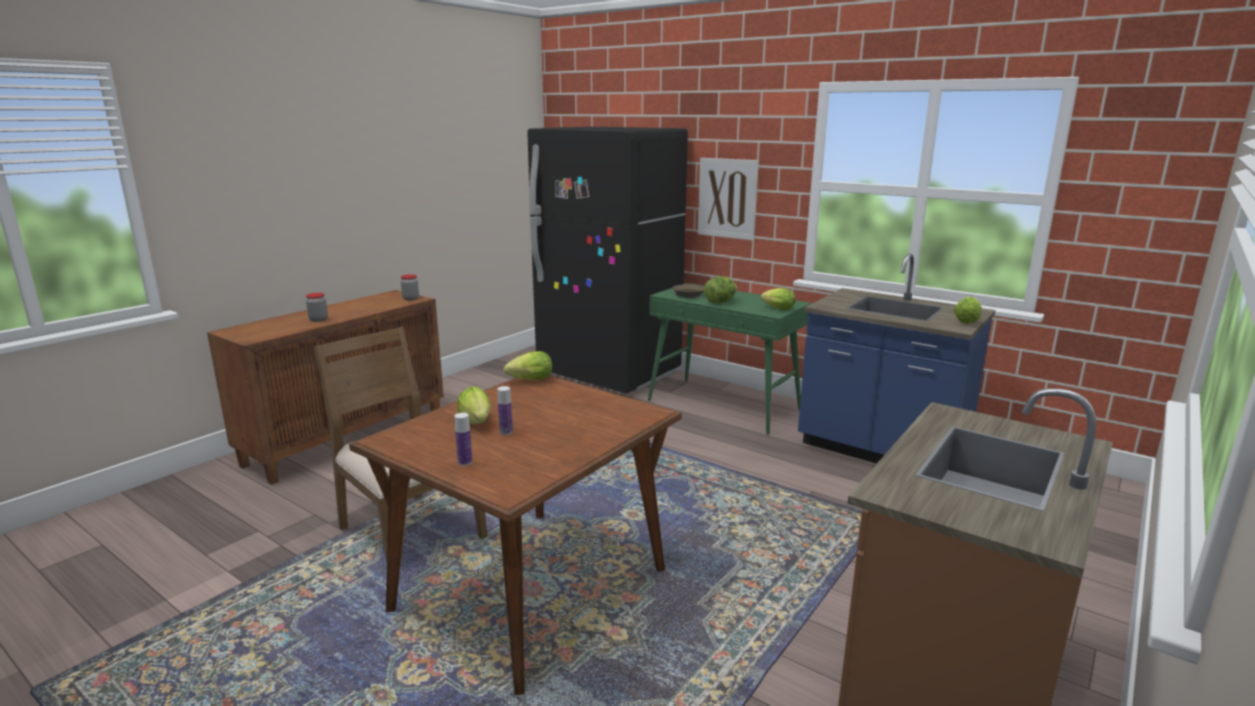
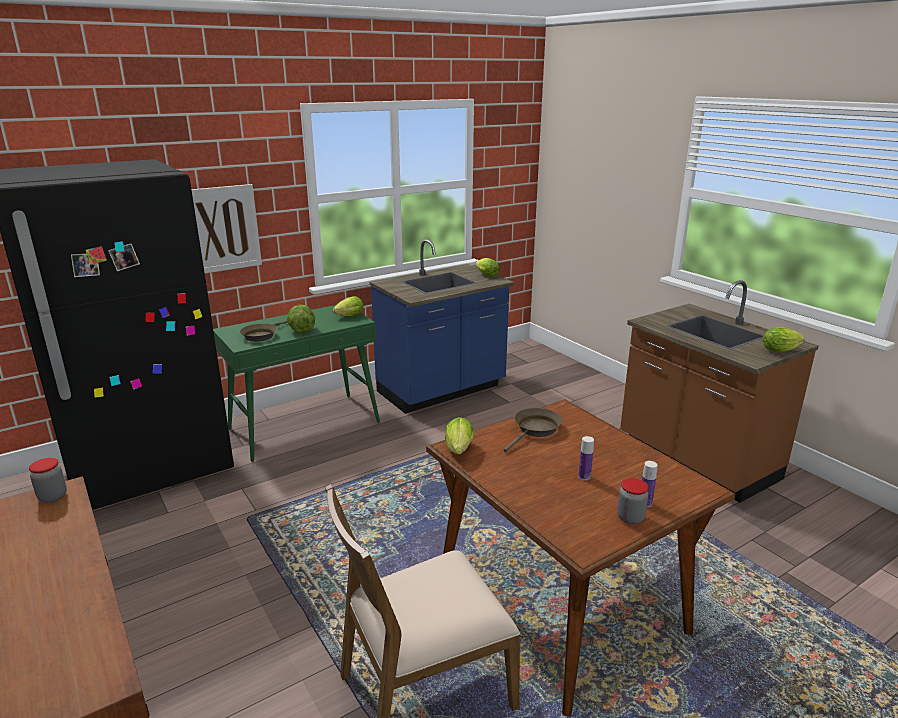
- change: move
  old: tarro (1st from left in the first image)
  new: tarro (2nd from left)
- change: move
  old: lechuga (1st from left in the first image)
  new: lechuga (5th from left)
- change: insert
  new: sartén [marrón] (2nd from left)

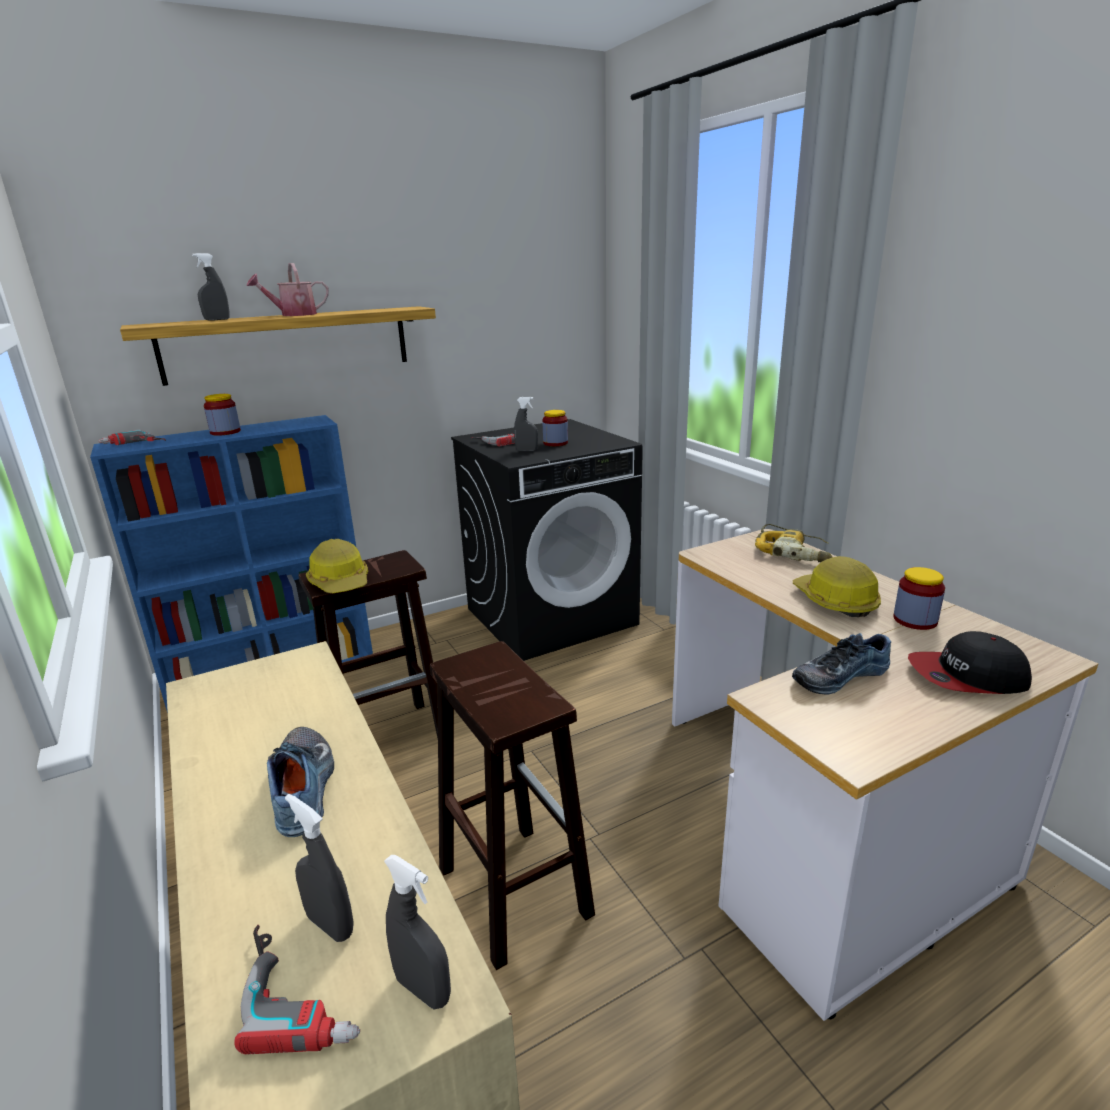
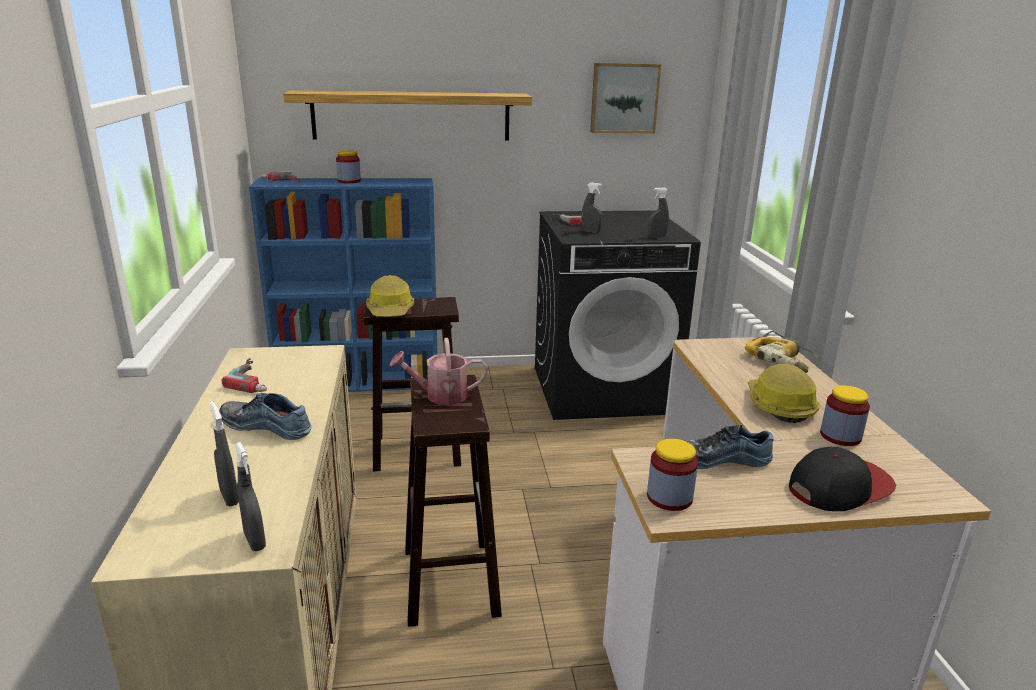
- change: move
  old: pulverizador [gris] (1st from left in the first image)
  new: pulverizador [gris] (4th from left)
- change: move
  old: regadera
- change: move
  old: tarro (2nd from left)
- change: rotate
  old: gorra
  degrees: 135
- change: rotate
  old: zapato (1st from left)
  degrees: -75
- change: move
  old: taladro (2nd from left in the first image)
  new: taladro (1st from left)
- change: insert
  new: cuadro

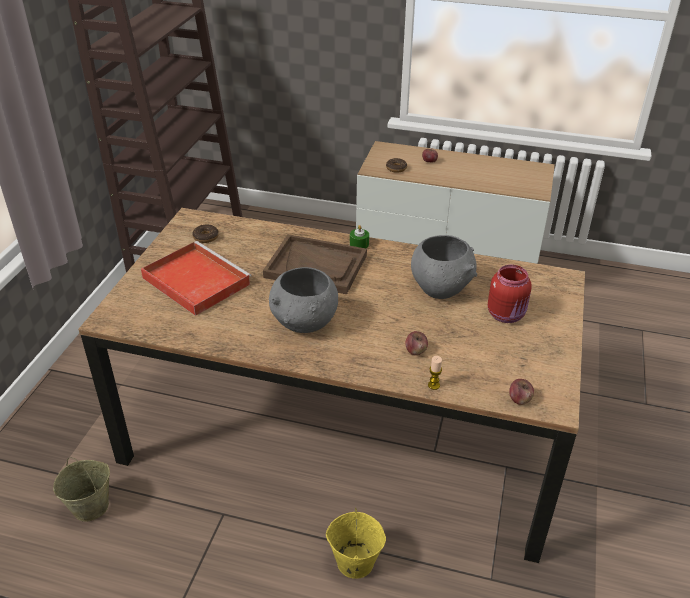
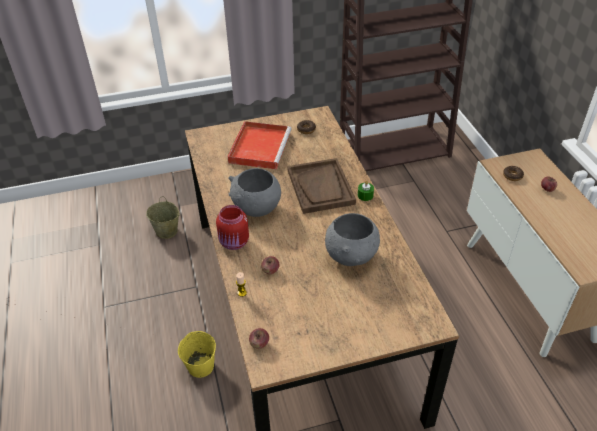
- change: move
  old: tarro [rojo]

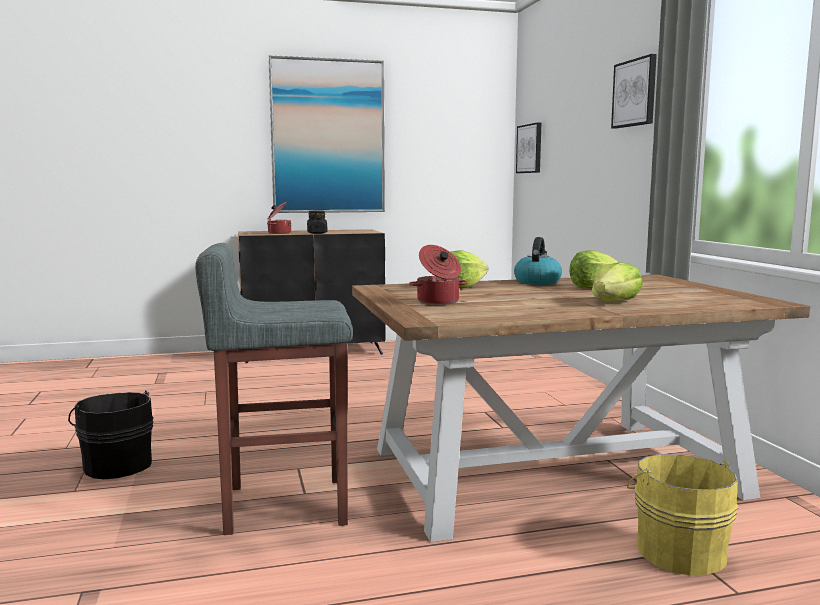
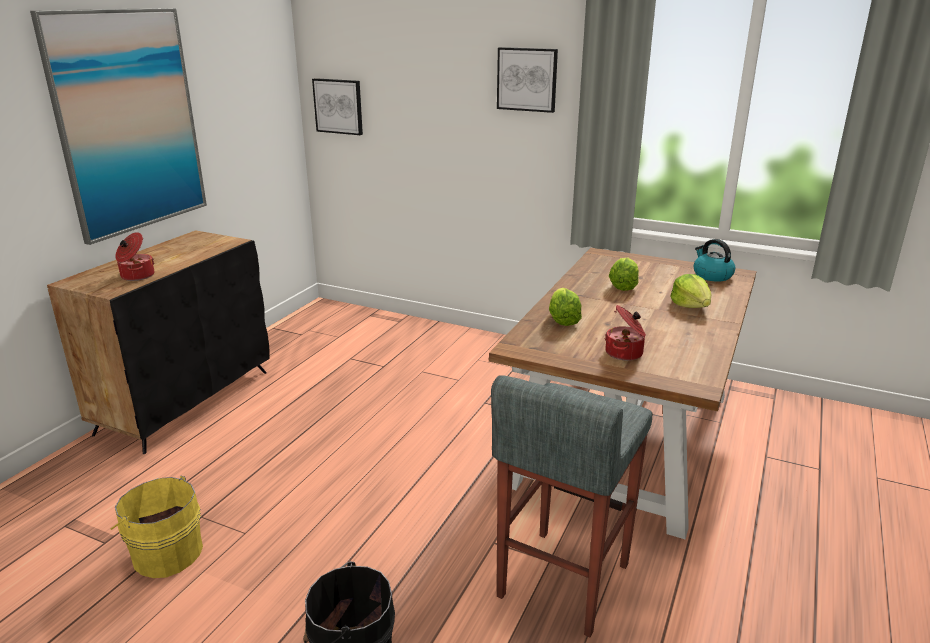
- change: delete
  old: tarro [negro]
- change: move
  old: hervidor
- change: move
  old: cubo [amarillo]

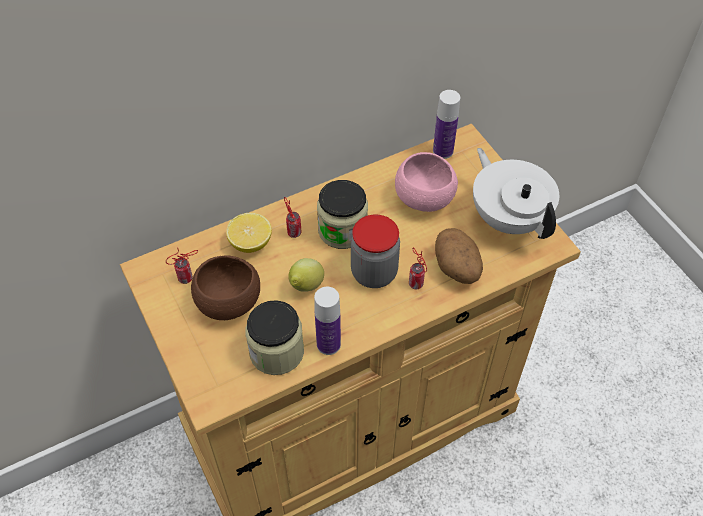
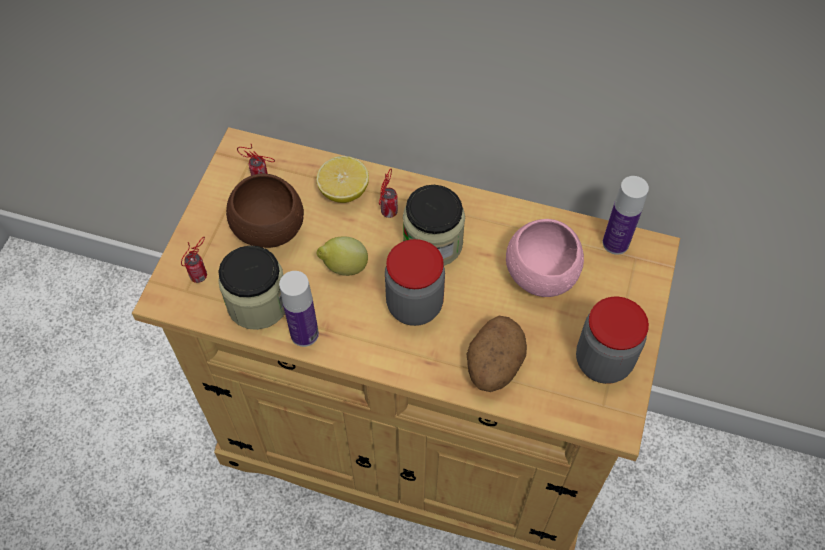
- change: replace
  old: tetera [blanco]
  new: tarro (4th from left)
- change: move
  old: lata (3rd from left in the first image)
  new: lata (1st from left)

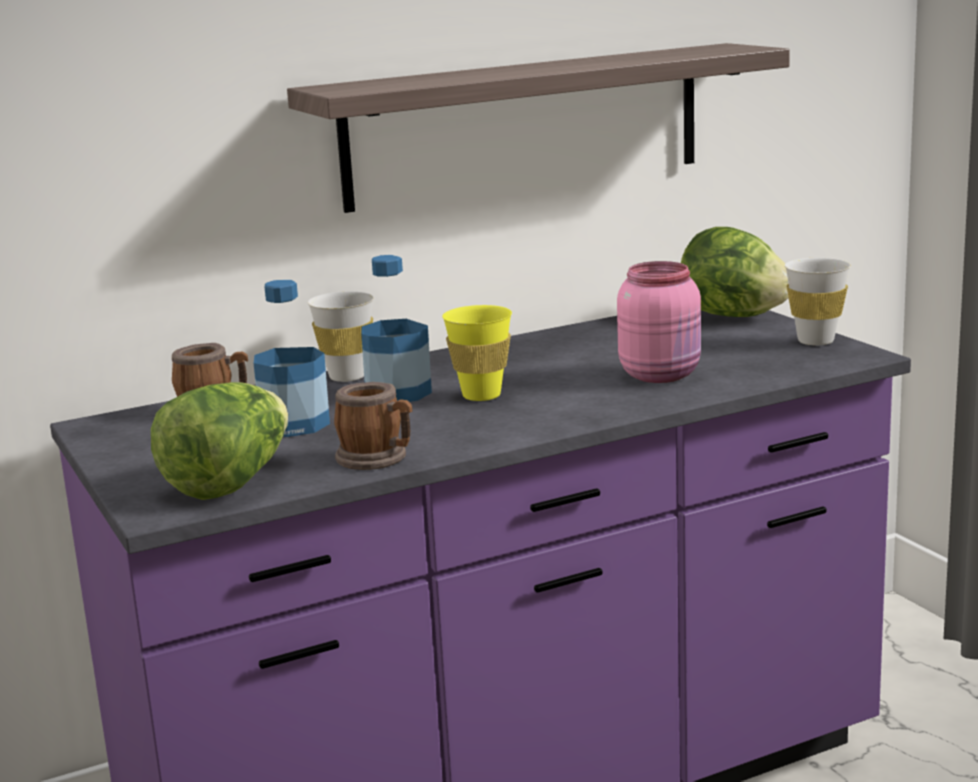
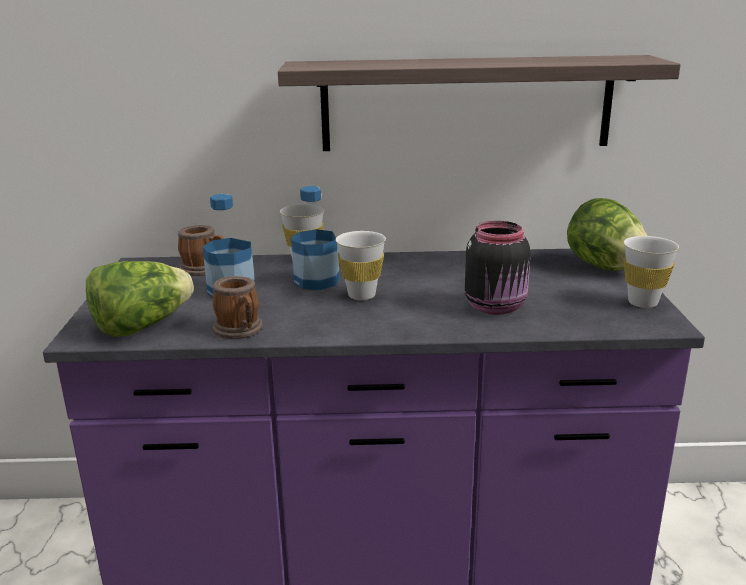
- change: recolor
  old: tarro [rosa]
  new: tarro [negro]
- change: recolor
  old: taza [amarillo]
  new: taza [blanco] (2nd from left)

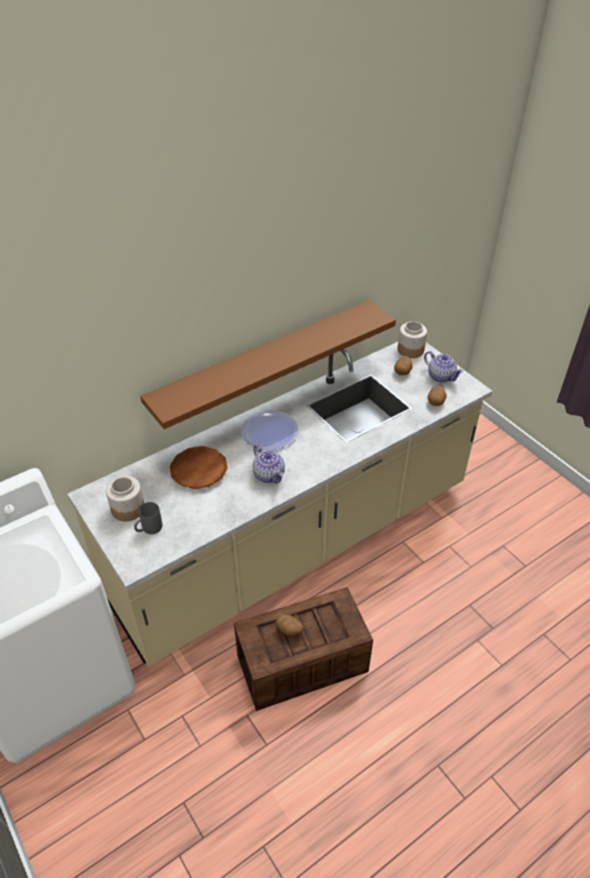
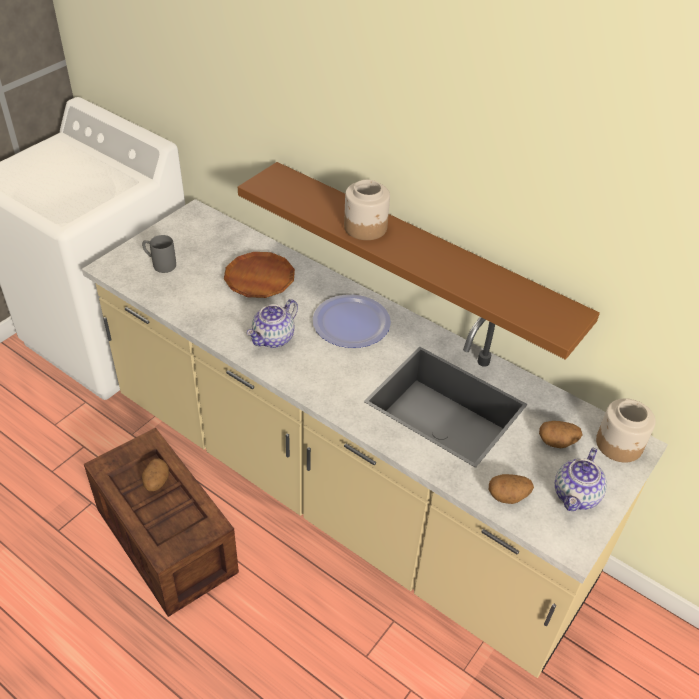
- change: move
  old: tarro (1st from left)

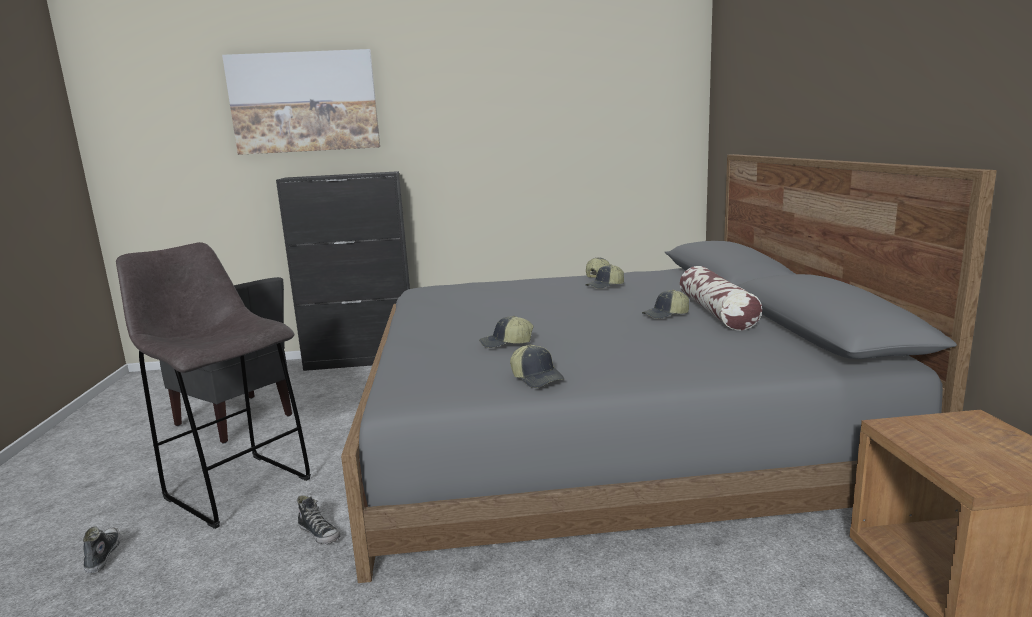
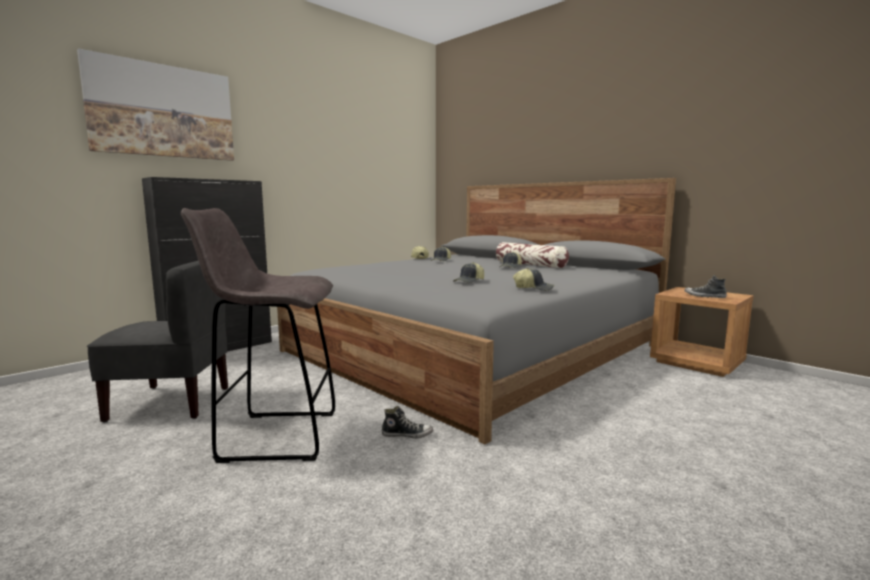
- change: move
  old: zapato (1st from left in the first image)
  new: zapato (2nd from left)

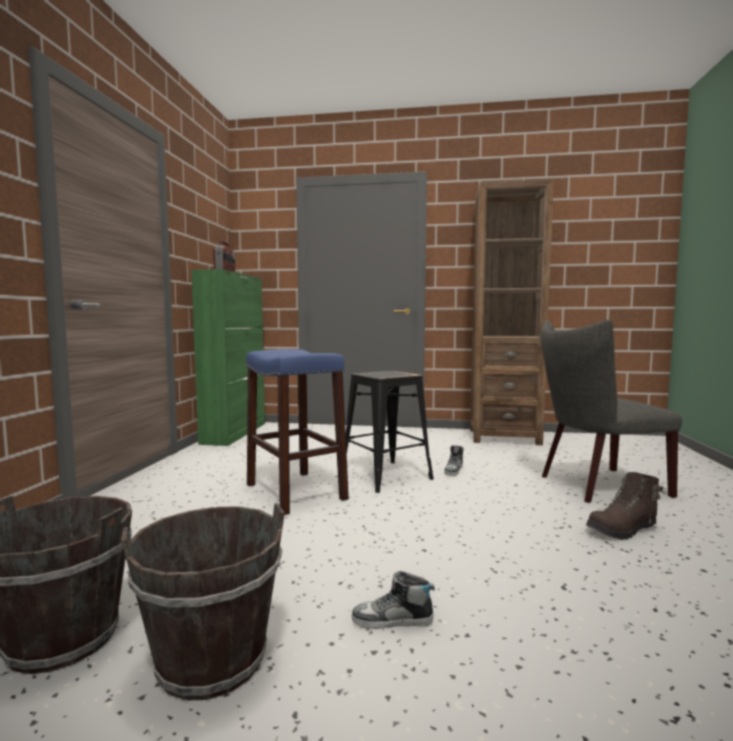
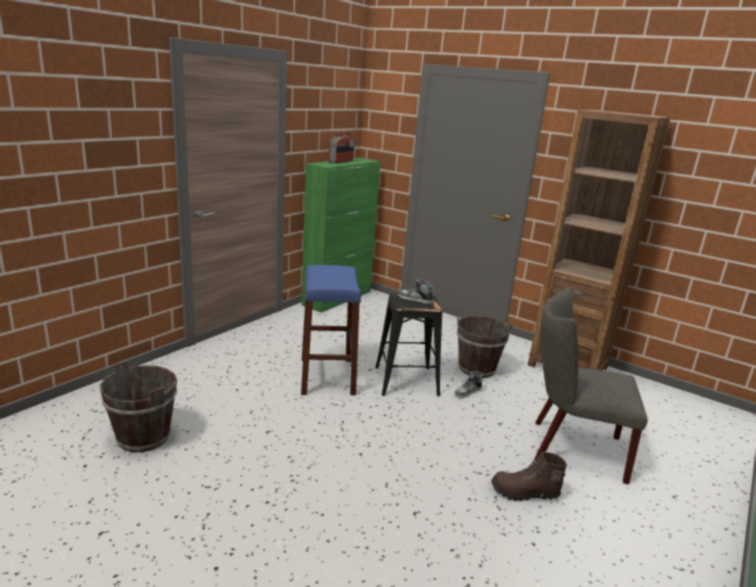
- change: move
  old: cubo [marrón] (2nd from left)
- change: move
  old: zapato (1st from left)

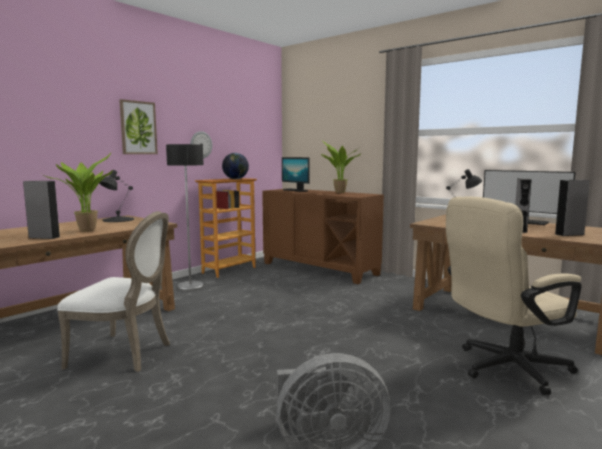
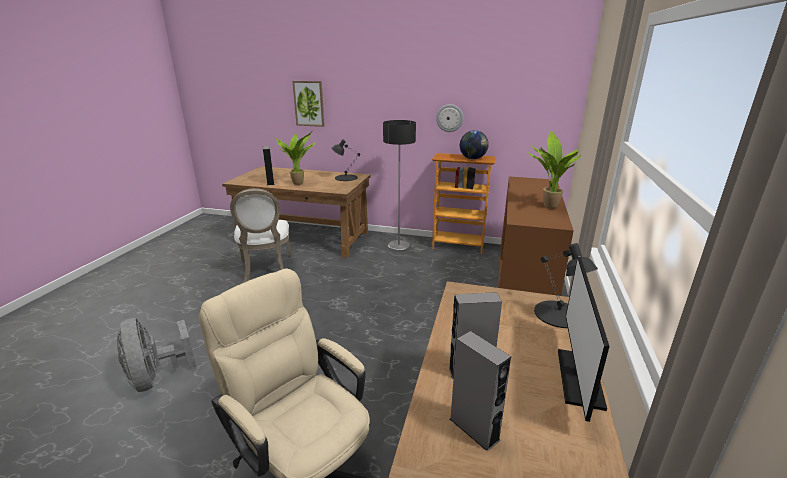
- change: move
  old: cuadro
- change: delete
  old: monitor (1st from left)

